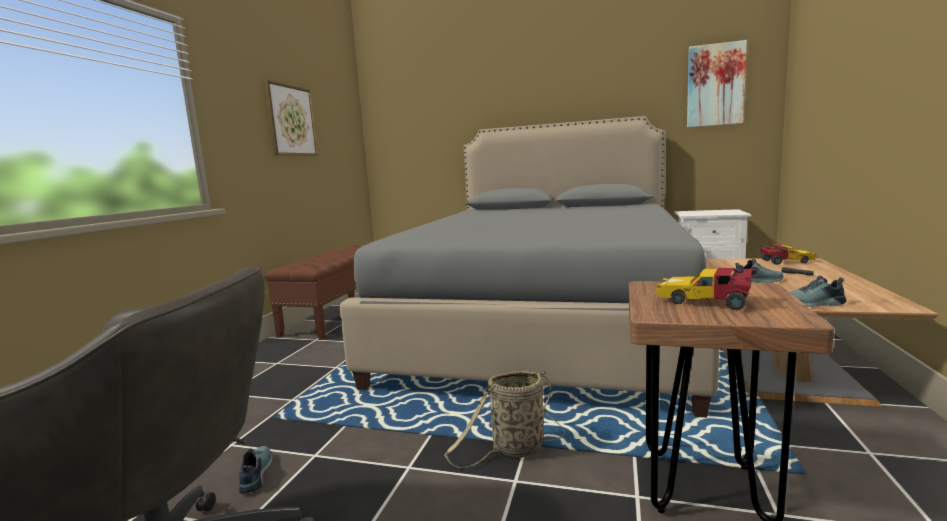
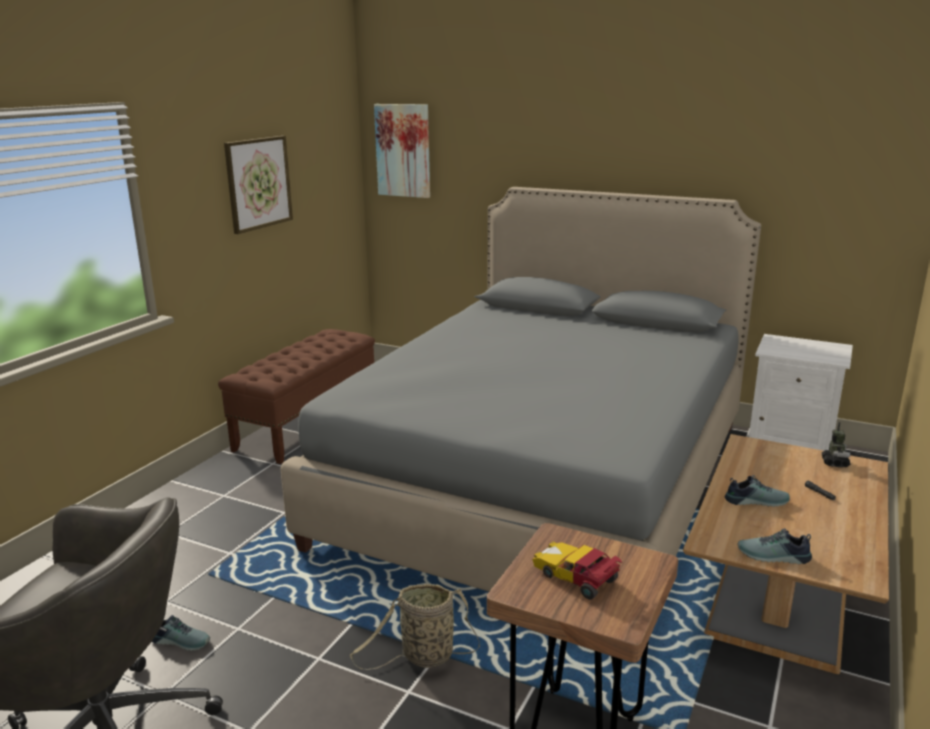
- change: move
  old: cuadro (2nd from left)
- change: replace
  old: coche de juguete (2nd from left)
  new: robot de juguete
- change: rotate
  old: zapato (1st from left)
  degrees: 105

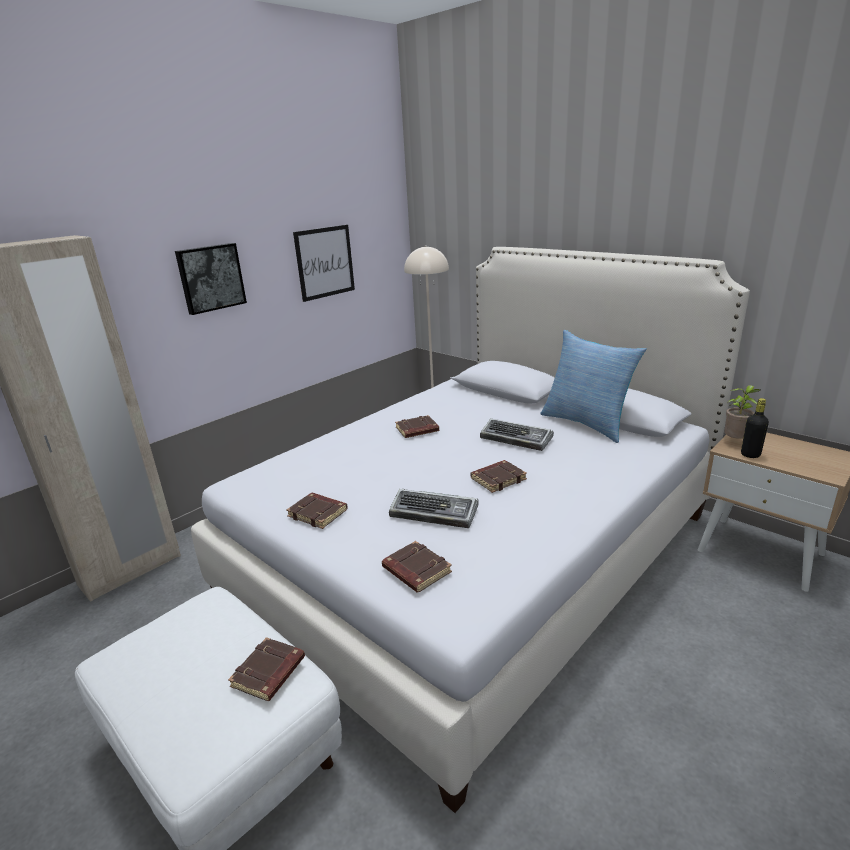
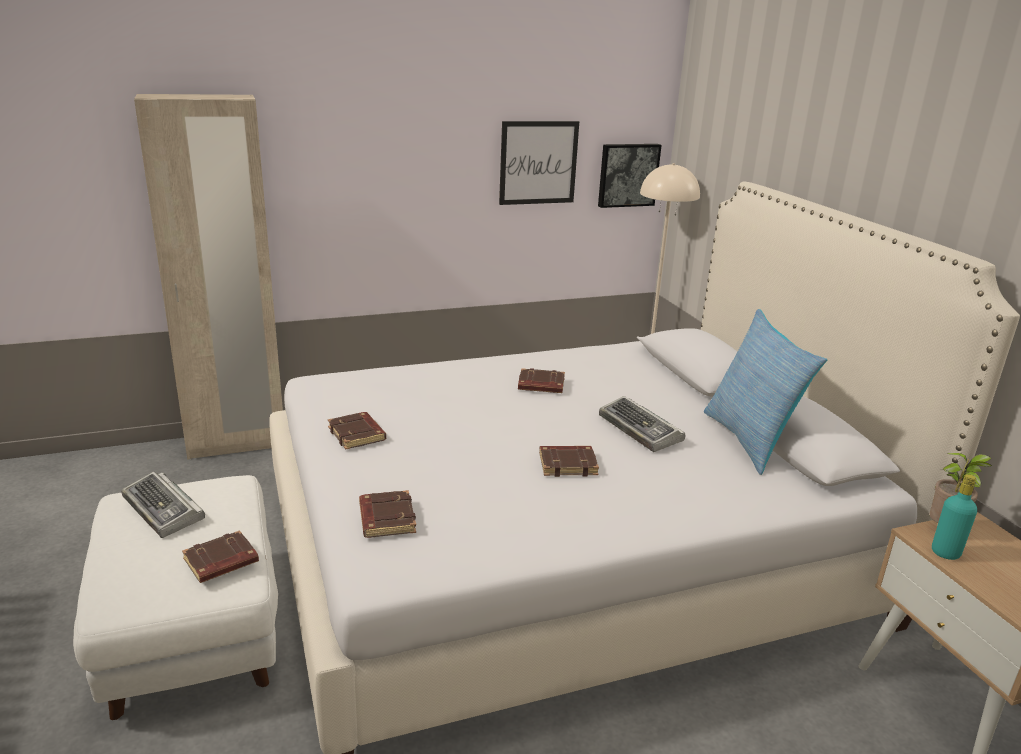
- change: move
  old: cuadro (1st from left in the first image)
  new: cuadro (2nd from left)
- change: recolor
  old: botella [negro]
  new: botella [turquesa]
- change: move
  old: teclado (1st from left)

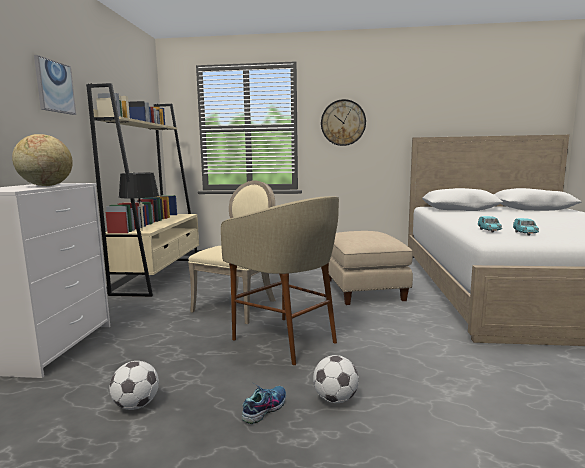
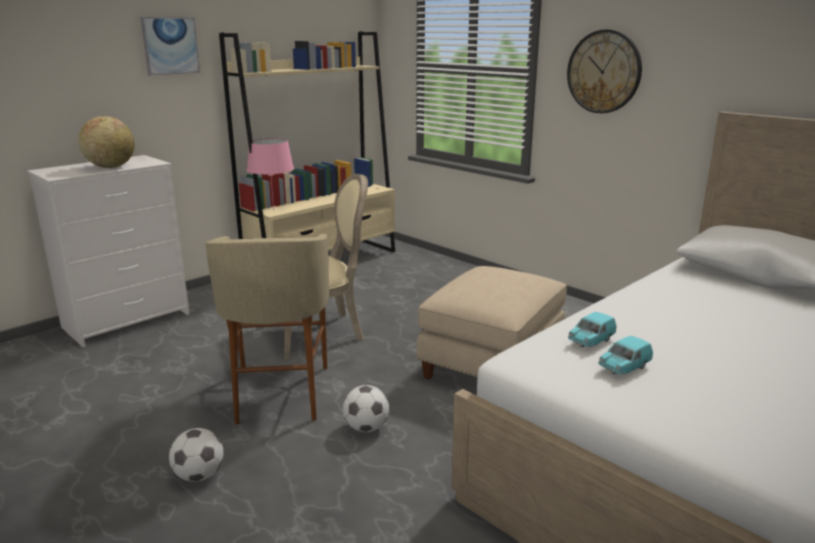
- change: recolor
  old: lámpara de mesa [negro]
  new: lámpara de mesa [rosa]
- change: move
  old: balón de fútbol (1st from left in the first image)
  new: balón de fútbol (2nd from left)
- change: delete
  old: zapato

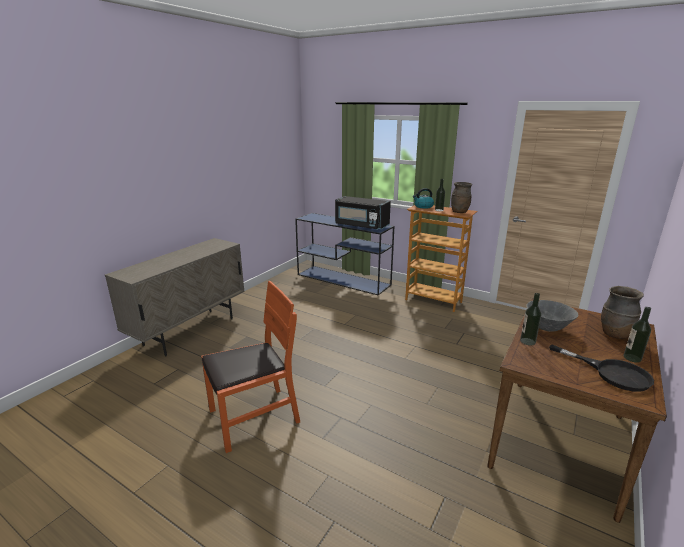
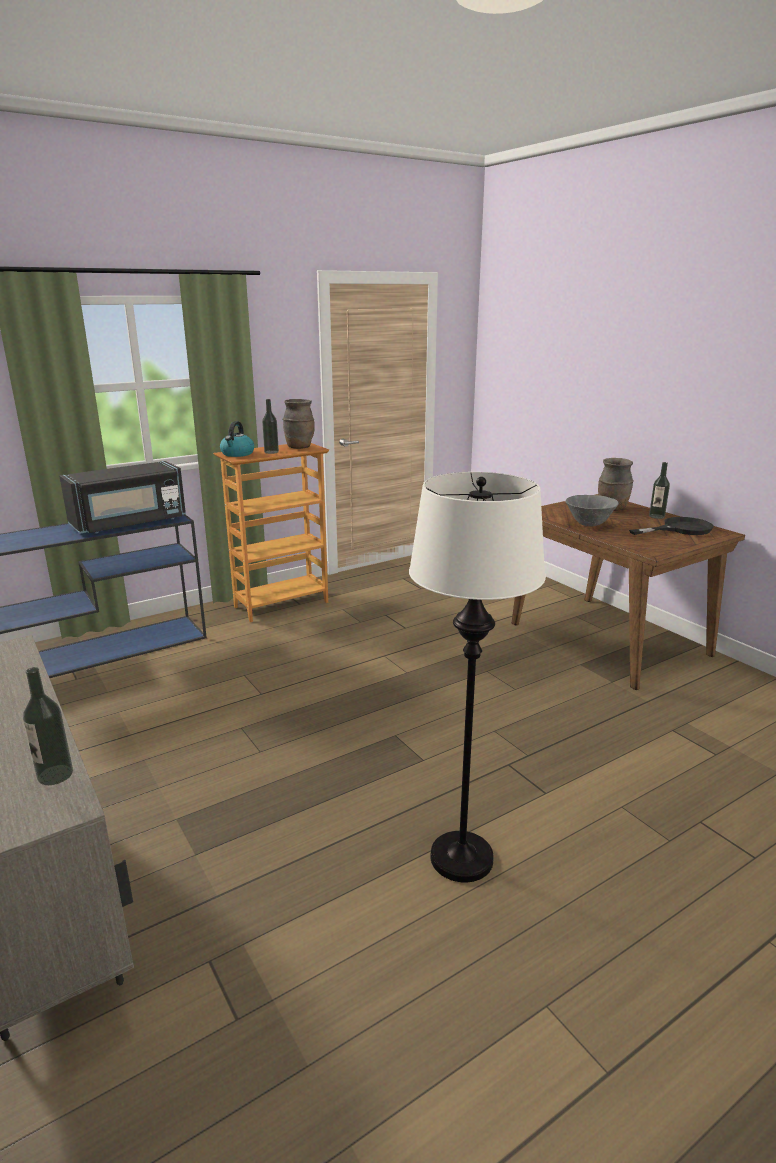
- change: replace
  old: silla [naranja]
  new: lámpara de pie [blanco]
- change: move
  old: botella (2nd from left in the first image)
  new: botella (1st from left)

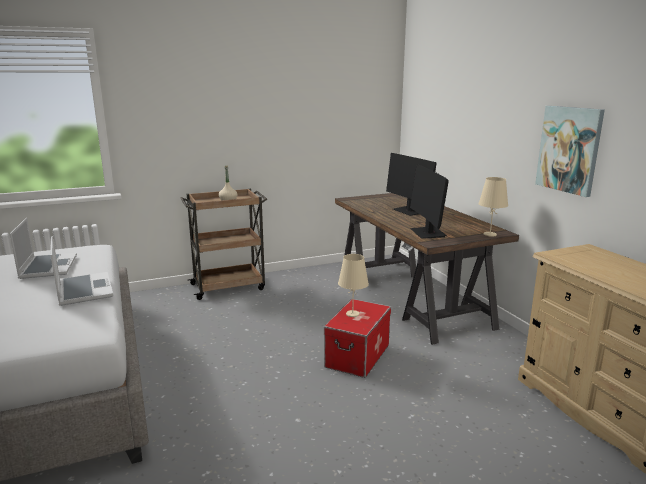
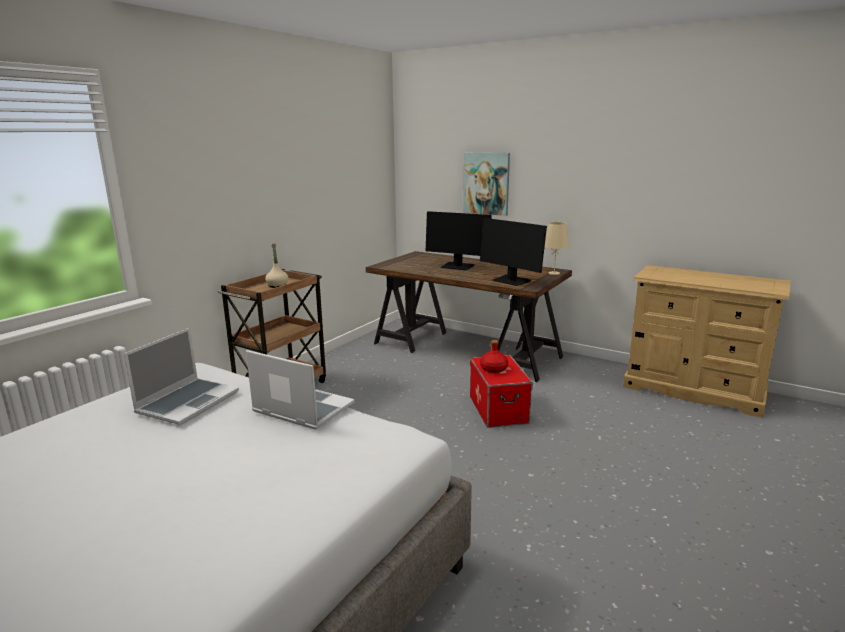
- change: move
  old: cuadro
- change: rotate
  old: portátil (1st from left)
  degrees: 75
- change: replace
  old: lámpara de mesa [beis] (1st from left)
  new: botella [rojo]

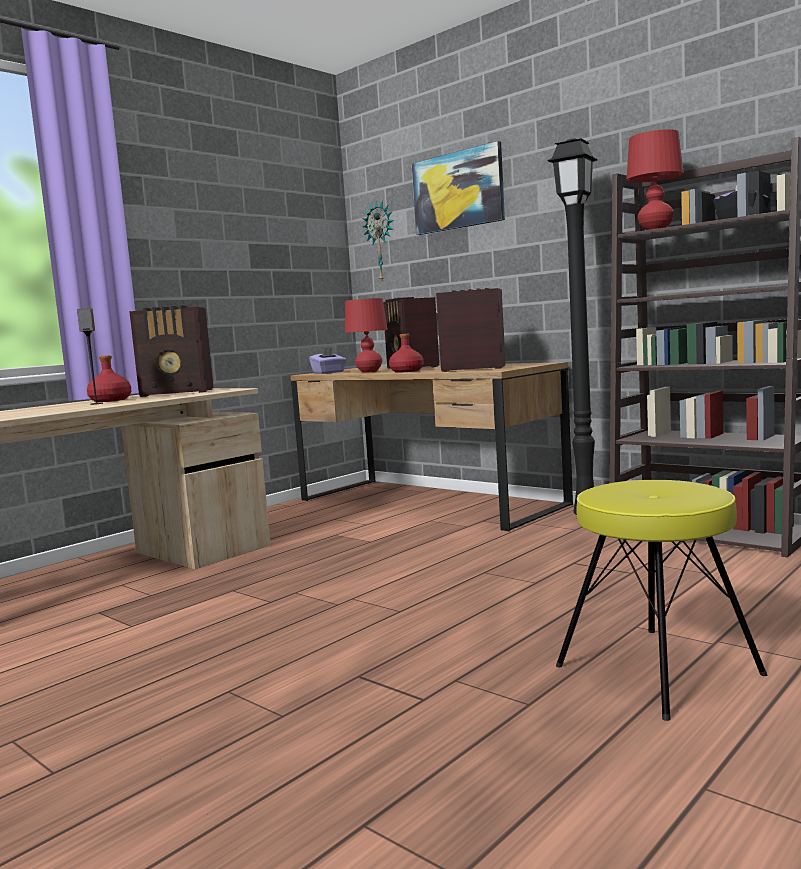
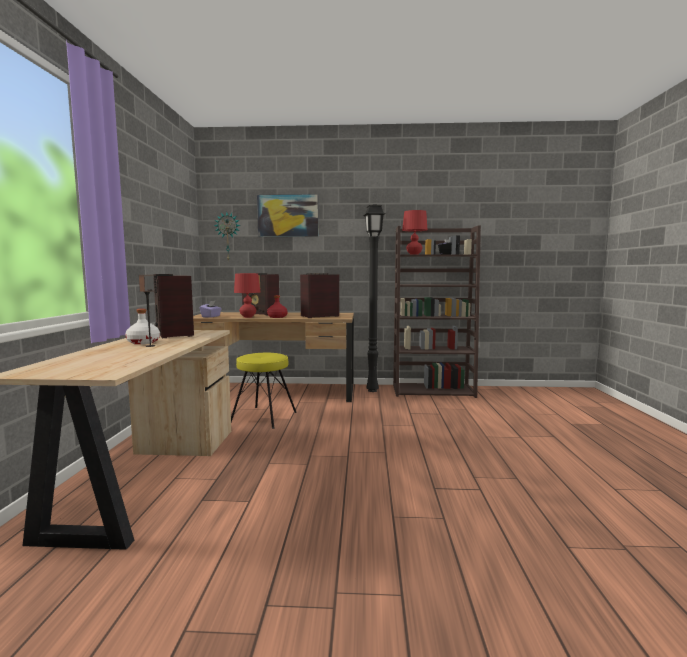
- change: rotate
  old: radio (1st from left)
  degrees: 105
- change: recolor
  old: botella [rojo] (1st from left)
  new: botella [blanco]
- change: move
  old: taburete [amarillo]

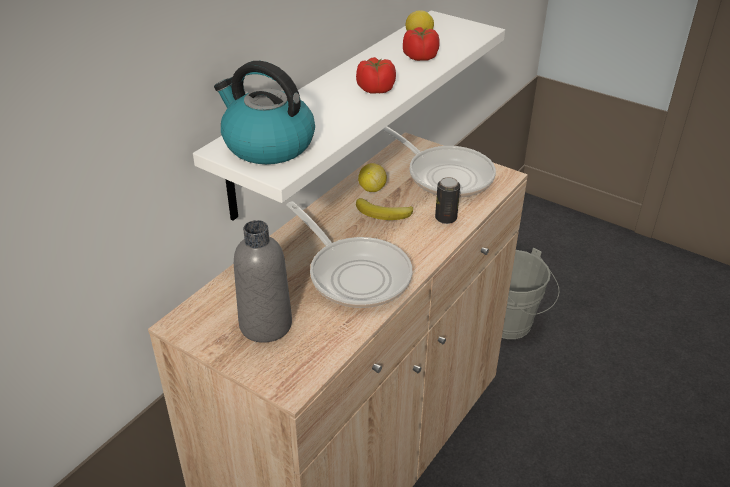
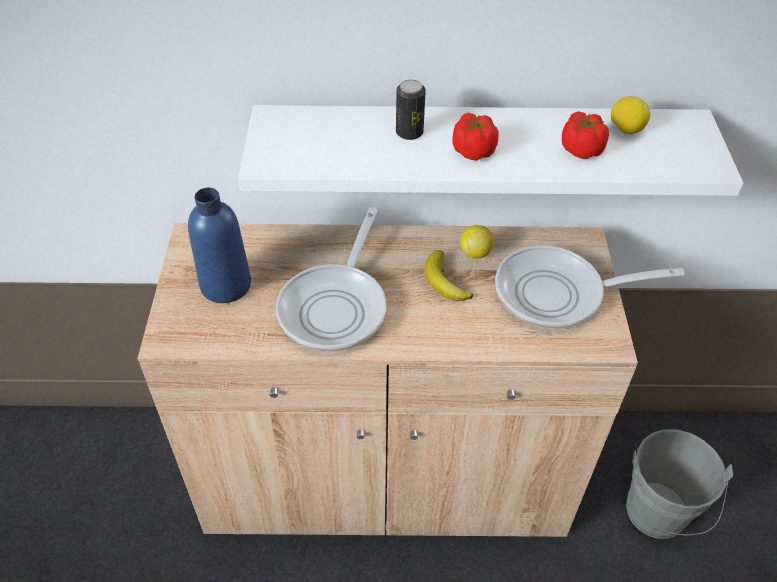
- change: delete
  old: hervidor
- change: rotate
  old: sartén (2nd from left)
  degrees: 75
- change: move
  old: lata
- change: recolor
  old: botella [gris]
  new: botella [azul]

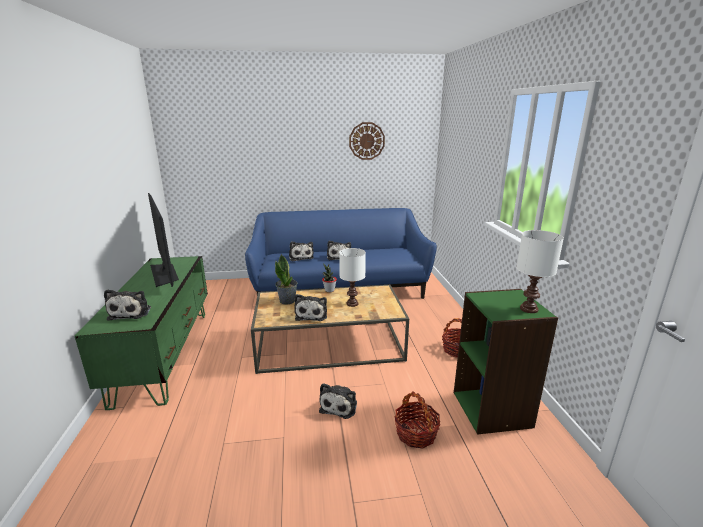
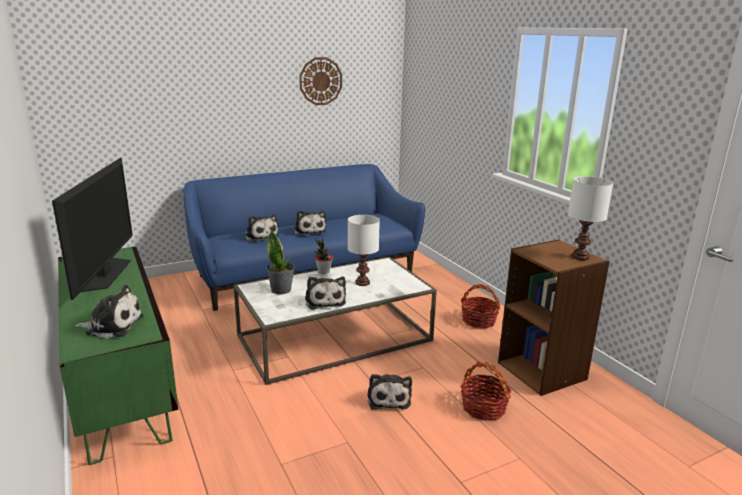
- change: rotate
  old: televisor
  degrees: 45
- change: recolor
  old: mesa de centro [marrón]
  new: mesa de centro [blanco]
- change: rotate
  old: peluche (1st from left)
  degrees: -60
- change: recolor
  old: estantería [verde]
  new: estantería [marrón]

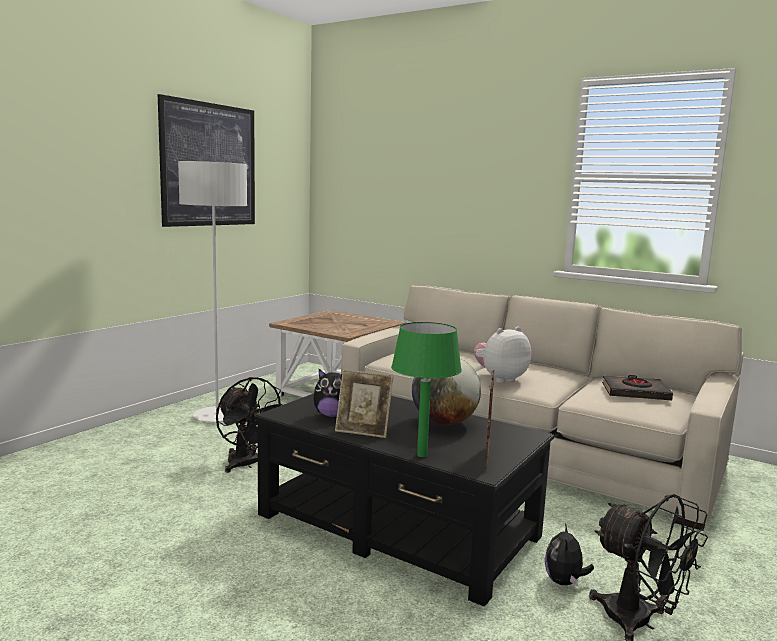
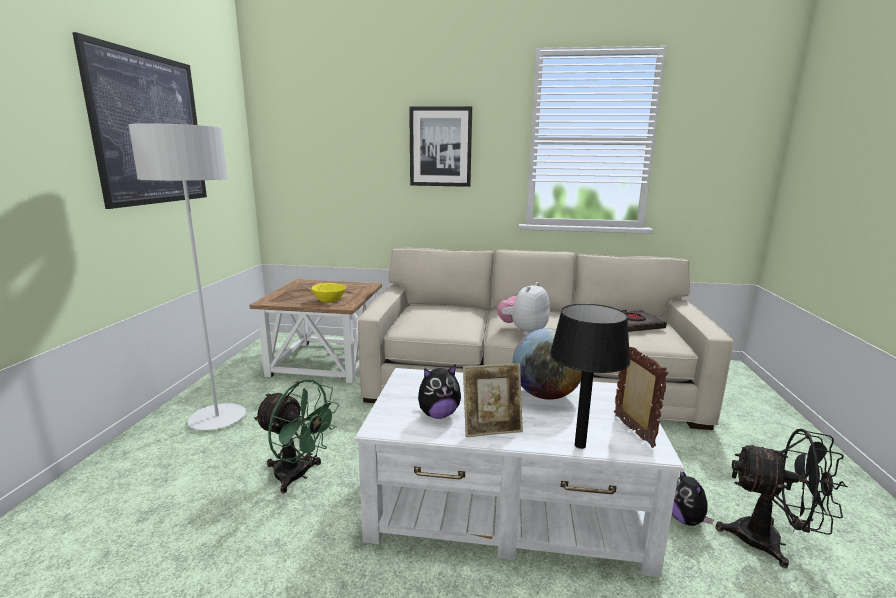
- change: recolor
  old: lámpara de mesa [verde]
  new: lámpara de mesa [negro]
- change: recolor
  old: ventilador [negro] (1st from left)
  new: ventilador [verde]
- change: recolor
  old: mesa de centro [negro]
  new: mesa de centro [blanco]
- change: insert
  new: cuadro (2nd from left)
- change: insert
  new: cuenco [amarillo]

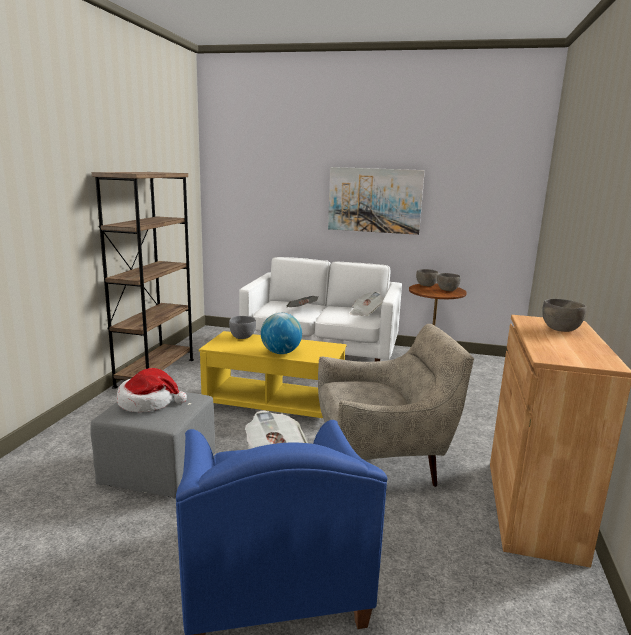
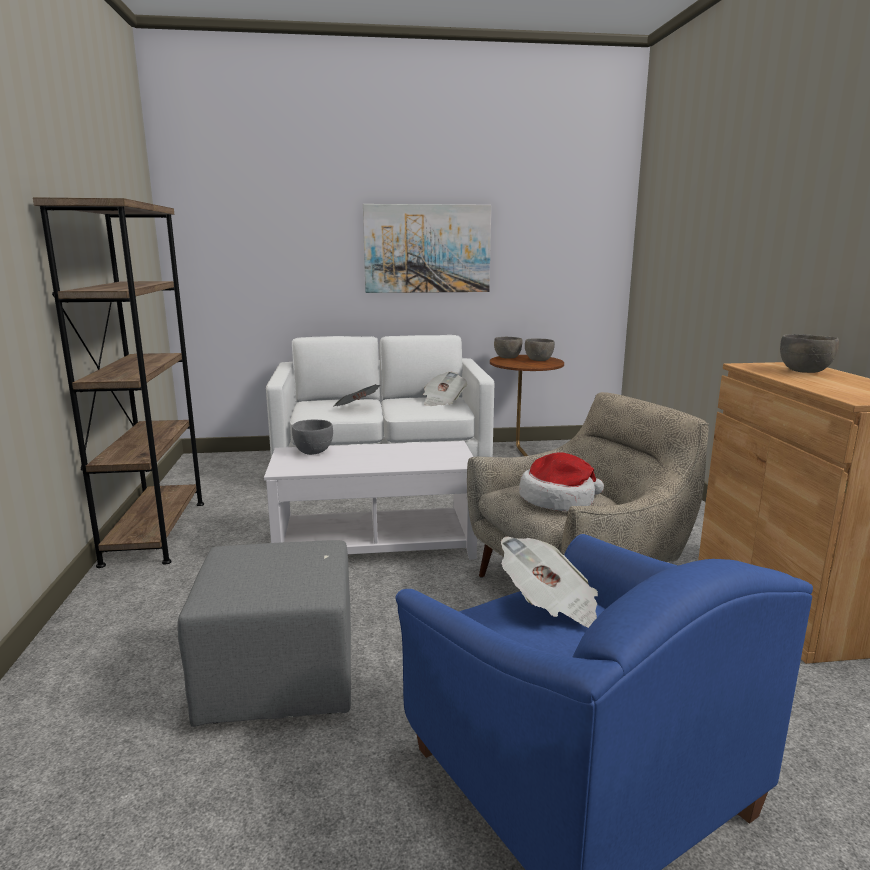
- change: delete
  old: globo terráqueo
- change: recolor
  old: mesa de centro [amarillo]
  new: mesa de centro [blanco]
- change: move
  old: sombrero

